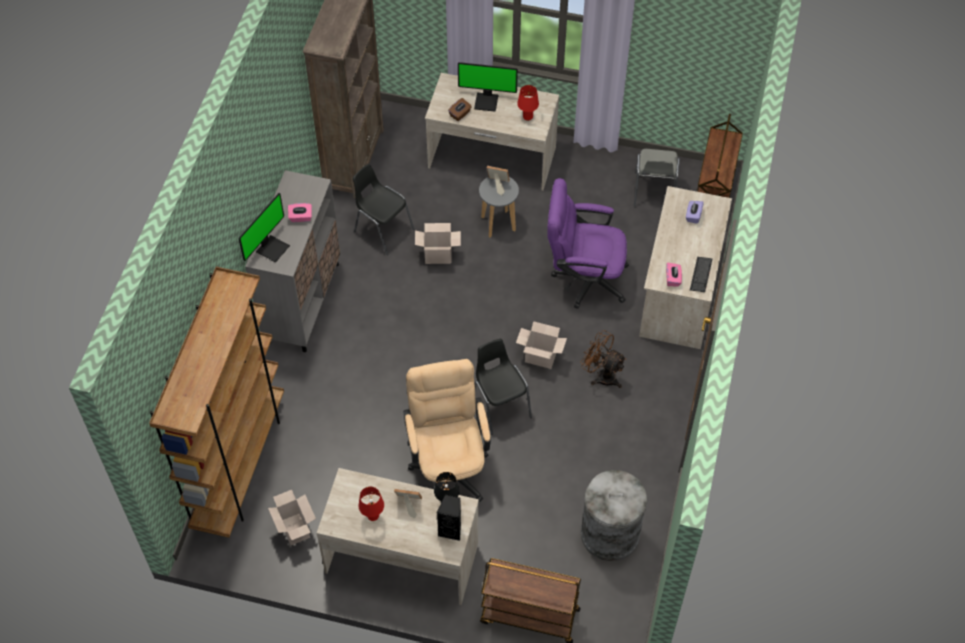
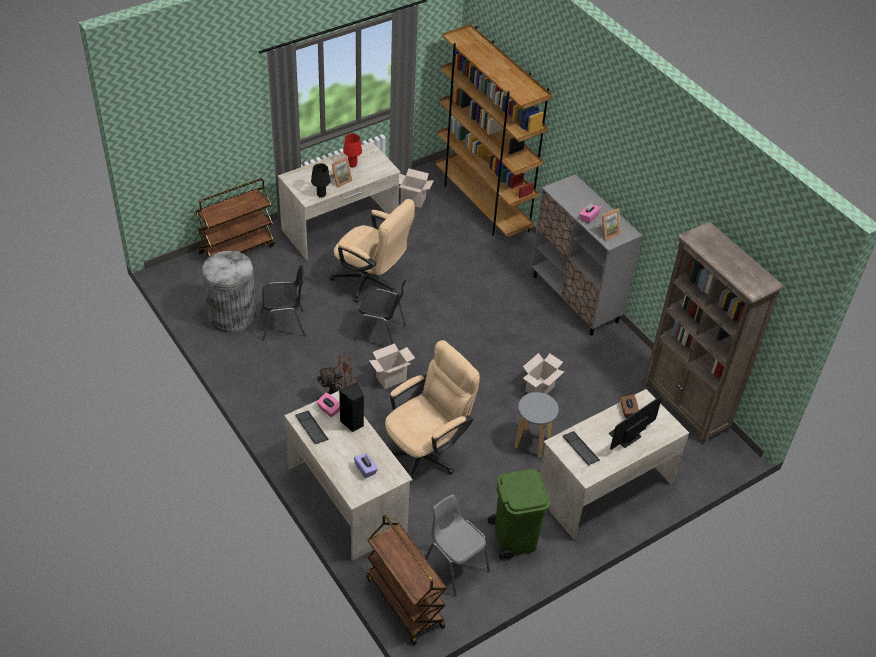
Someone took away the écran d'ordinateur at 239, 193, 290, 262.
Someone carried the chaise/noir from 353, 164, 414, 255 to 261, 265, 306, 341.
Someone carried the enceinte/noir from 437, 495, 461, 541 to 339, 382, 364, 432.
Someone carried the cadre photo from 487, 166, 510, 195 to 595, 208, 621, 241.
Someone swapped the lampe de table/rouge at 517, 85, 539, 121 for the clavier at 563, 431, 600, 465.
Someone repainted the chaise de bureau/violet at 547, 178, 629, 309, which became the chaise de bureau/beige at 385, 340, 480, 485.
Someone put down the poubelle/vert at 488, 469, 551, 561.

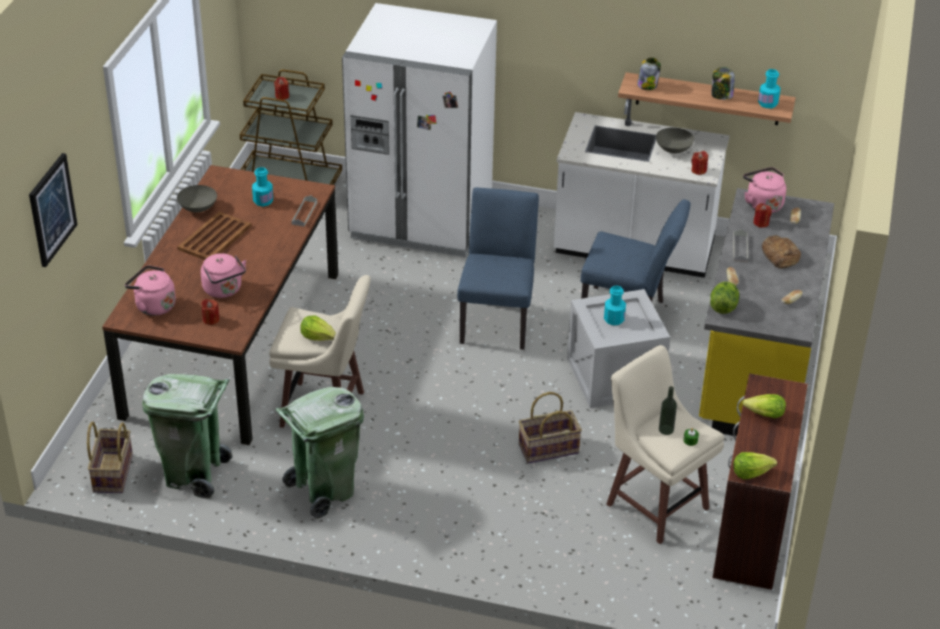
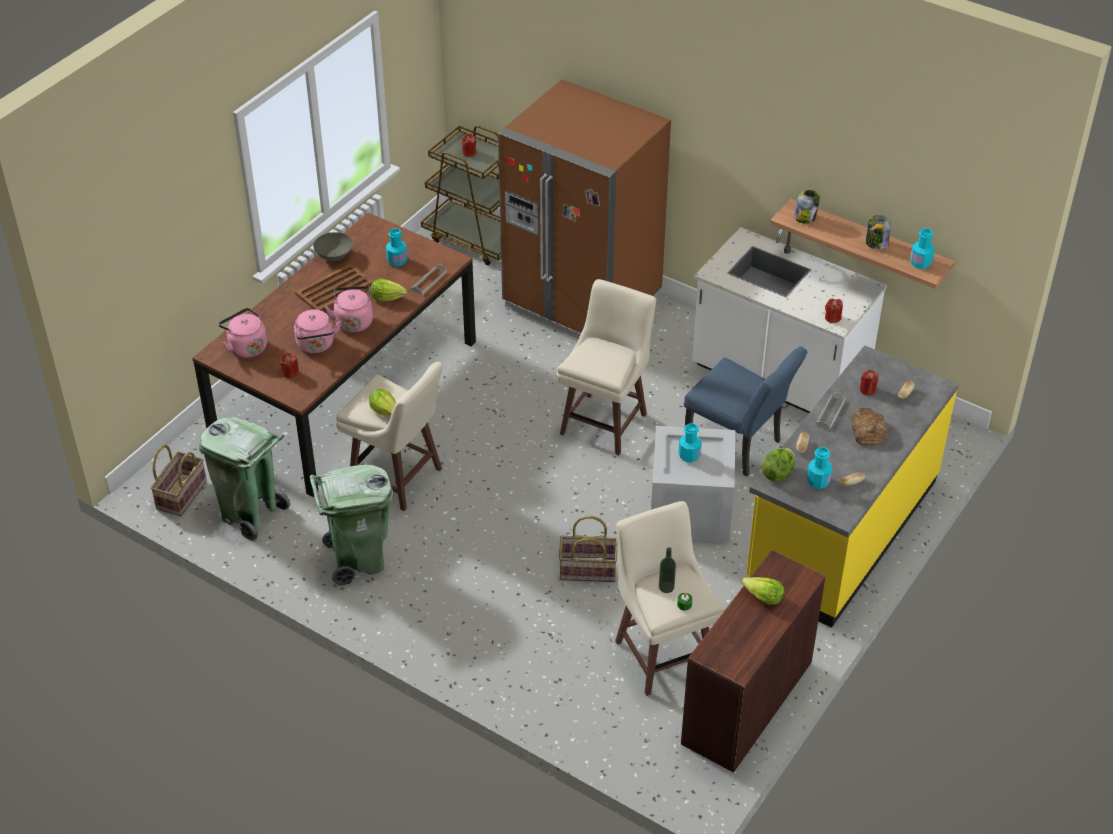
Someone took away the tableau at 29, 153, 78, 267.
Someone repainted the réfrigérateur/blanc at 342, 3, 497, 257, which became the réfrigérateur/marron at 498, 79, 671, 339.
Someone swapped the chaise/bleu at 457, 187, 539, 350 for the tabouret/beige at 556, 279, 656, 455.
Someone took away the bol/gris at 656, 128, 694, 153.
Someone carried the laitue from 733, 452, 777, 479 to 371, 279, 408, 301.
Someone carried the bouilloire/rose from 743, 167, 786, 213 to 325, 286, 373, 332.
Someone put down the bouteille/turquoise at 807, 447, 832, 489.

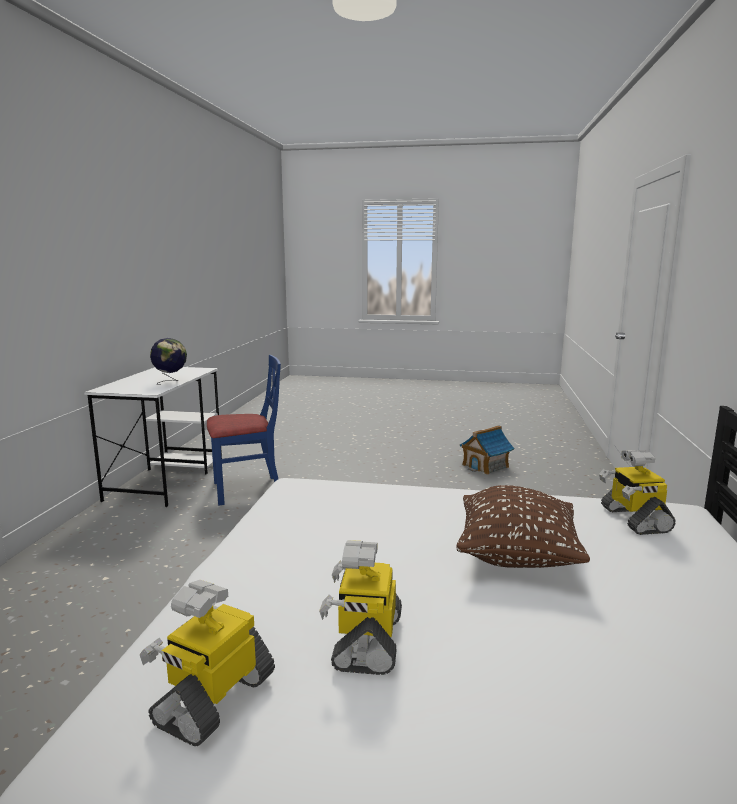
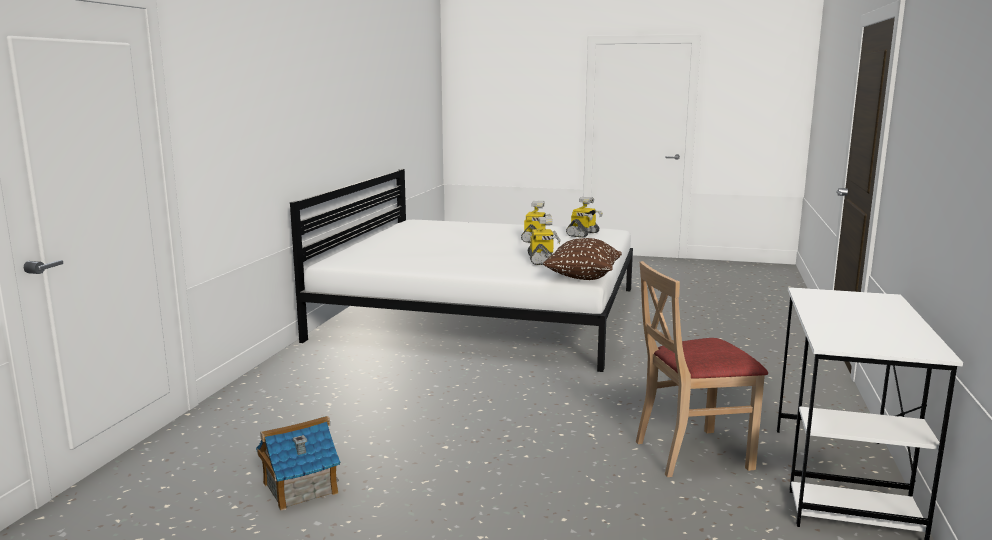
Someone took away the globe at 150, 338, 187, 385.
Someone repainted the chaise/bleu at 207, 355, 281, 506, which became the chaise/beige at 636, 261, 768, 477.
Someone carried the coussin/marron from 456, 485, 590, 568 to 543, 238, 622, 280.
Someone carried the robot jouet from 599, 450, 675, 535 to 528, 217, 561, 265.

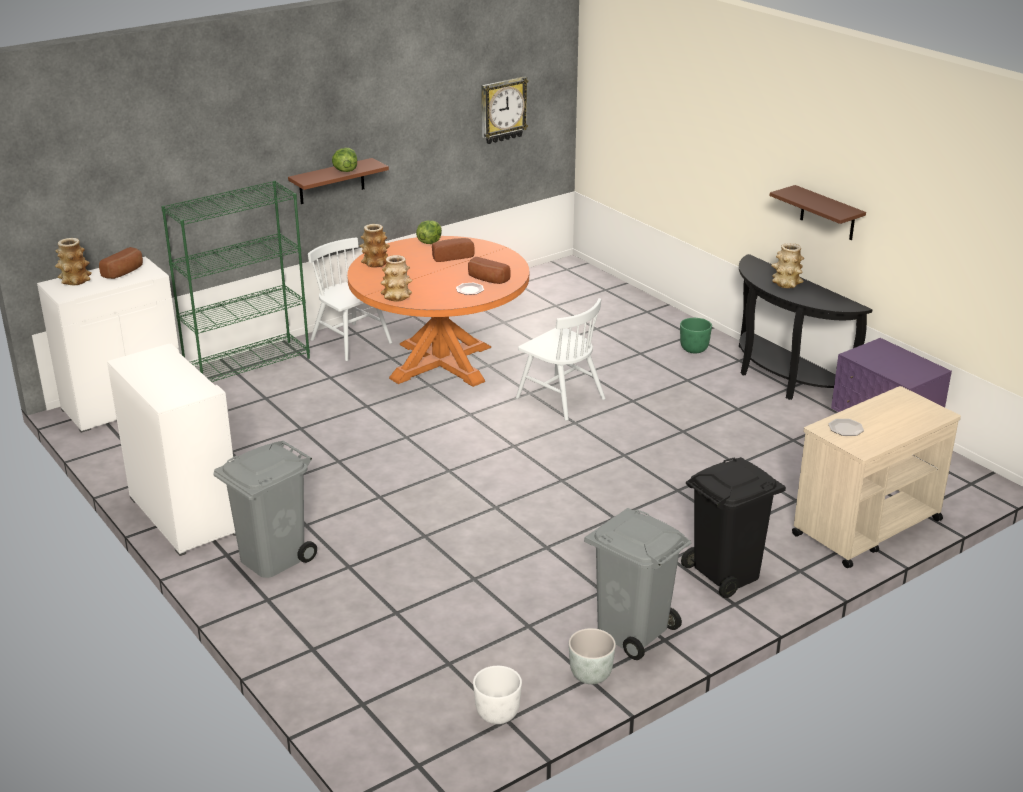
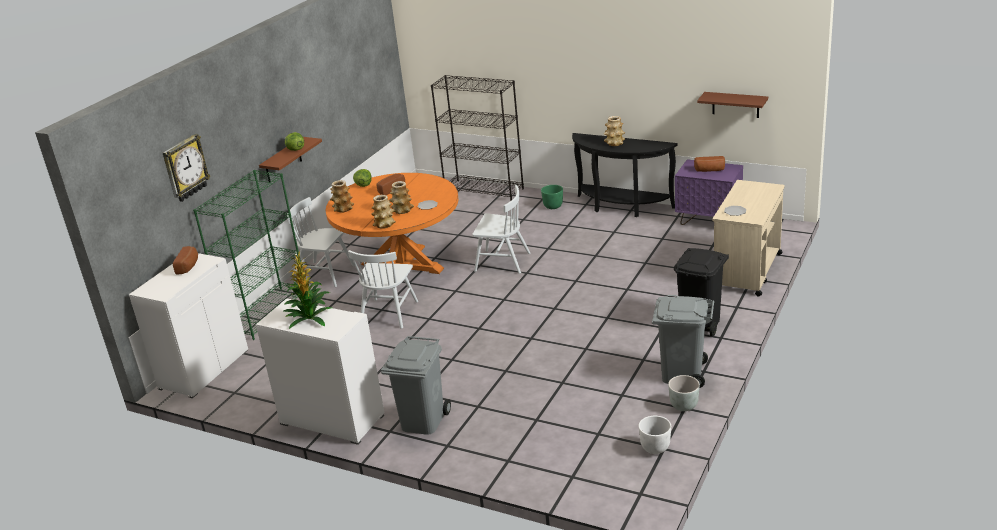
Someone carried the vase from 55, 238, 92, 285 to 389, 181, 414, 214.
Someone carried the pain from 468, 257, 511, 284 to 694, 156, 725, 172.
Someone carried the horloge murale from 481, 76, 529, 144 to 163, 134, 210, 202.
Someone carried the étagère/marron from 769, 185, 866, 240 to 697, 92, 768, 118.
Someone put down the plante en pot at 284, 251, 331, 329.
Someone put down the chaise/blanc at 348, 250, 418, 329.
Someone put down the bibliothèque/noir at 431, 75, 524, 201.

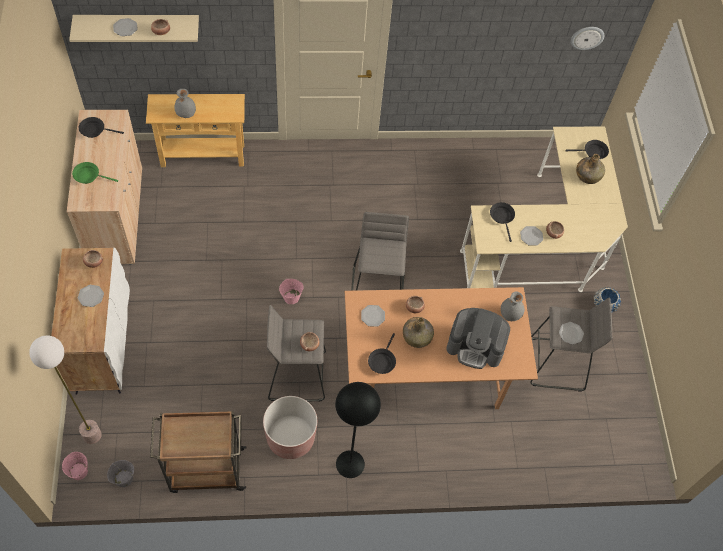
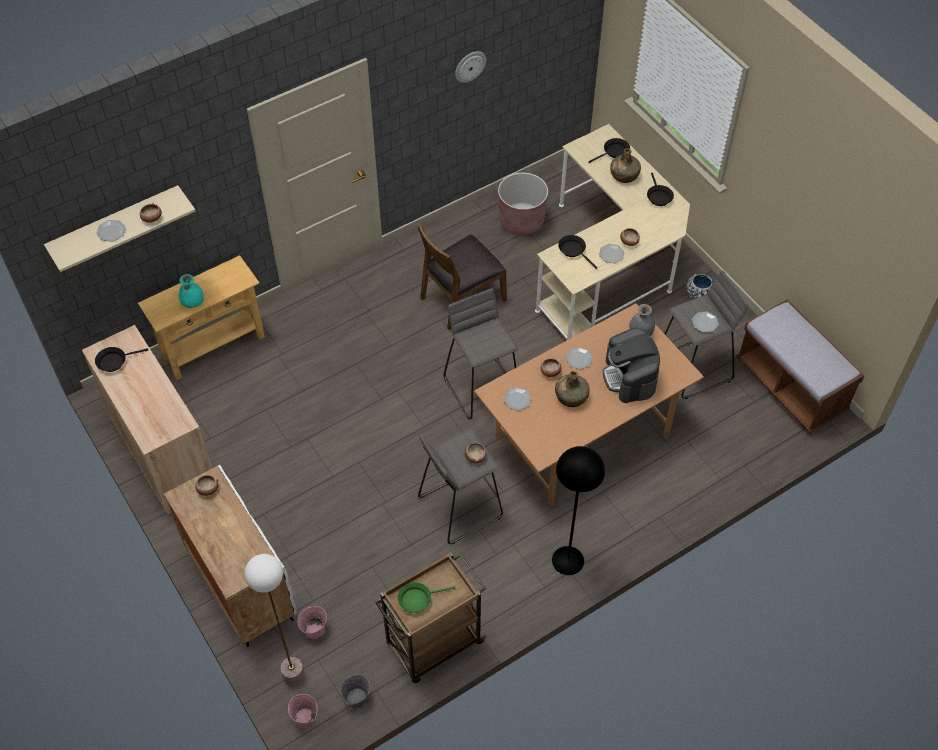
Someone carried the poêle/vert from 72, 162, 118, 184 to 398, 582, 455, 613.
Someone carried the assiette from 78, 285, 104, 307 to 565, 347, 593, 369.
Someone repainted the vase/gris at 174, 89, 196, 118, which became the vase/turquoise at 179, 274, 204, 308.
Someone carried the cache-pot/marron from 263, 396, 317, 459 to 498, 173, 548, 235.
Someone carried the seau/rose from 279, 279, 303, 304 to 298, 607, 327, 639.
Someone carried the poêle/noir from 368, 333, 396, 374 to 647, 173, 674, 206.
Someone rotated the machine à café at 446, 308, 510, 369 by 90 degrees clockwise.
Someone carried the horloge murale from 571, 27, 604, 50 to 455, 51, 487, 83.
Someone put down the chaise/marron at 417, 224, 507, 330.
Someone put down the banc/marron at 736, 299, 865, 433.

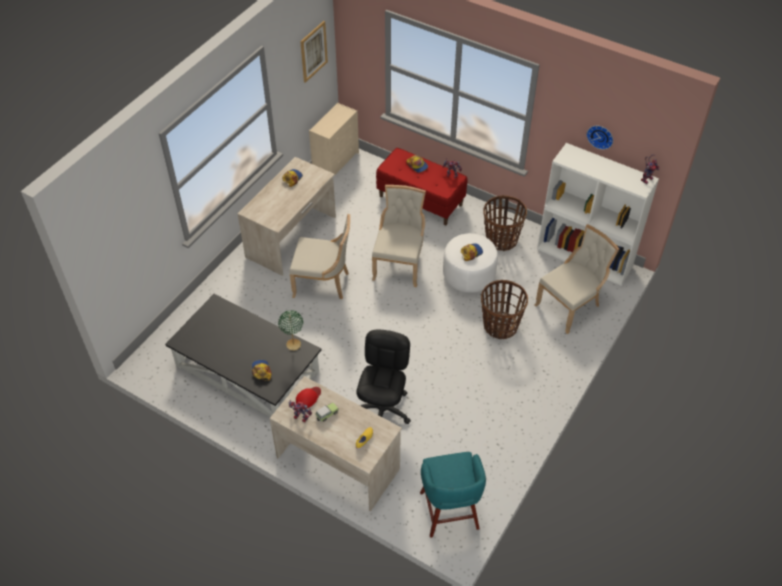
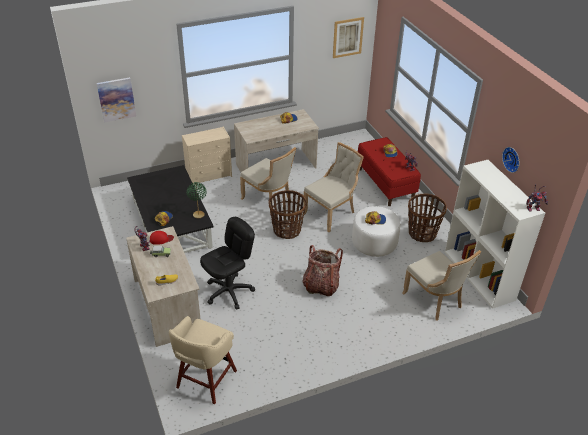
Someone carried the commode/beige from 309, 103, 359, 177 to 182, 127, 232, 184.
Someone repainted the tabouret/turquoise at 420, 452, 486, 538, which became the tabouret/beige at 169, 316, 237, 405.
Someone carried the panier from 481, 280, 528, 339 to 269, 190, 307, 239.
Someone rotated the chaise/beige at 535, 224, 619, 334 by 60 degrees clockwise.
Someone put up the tableau at 97, 77, 136, 123.
Someone put down the sac à dos at 303, 245, 343, 296.

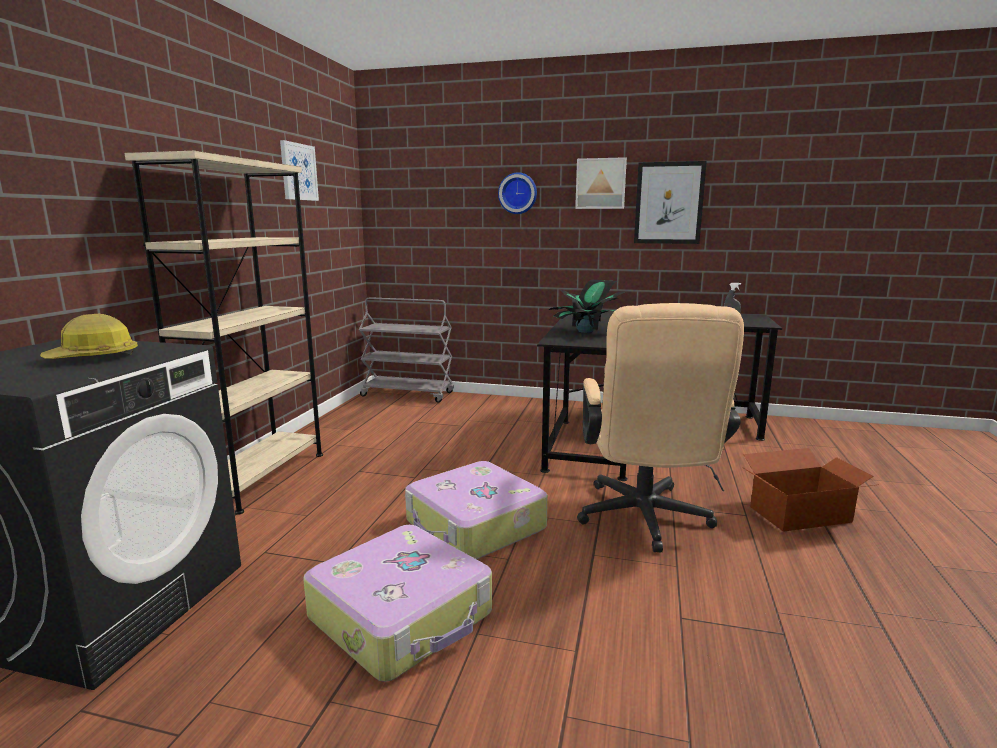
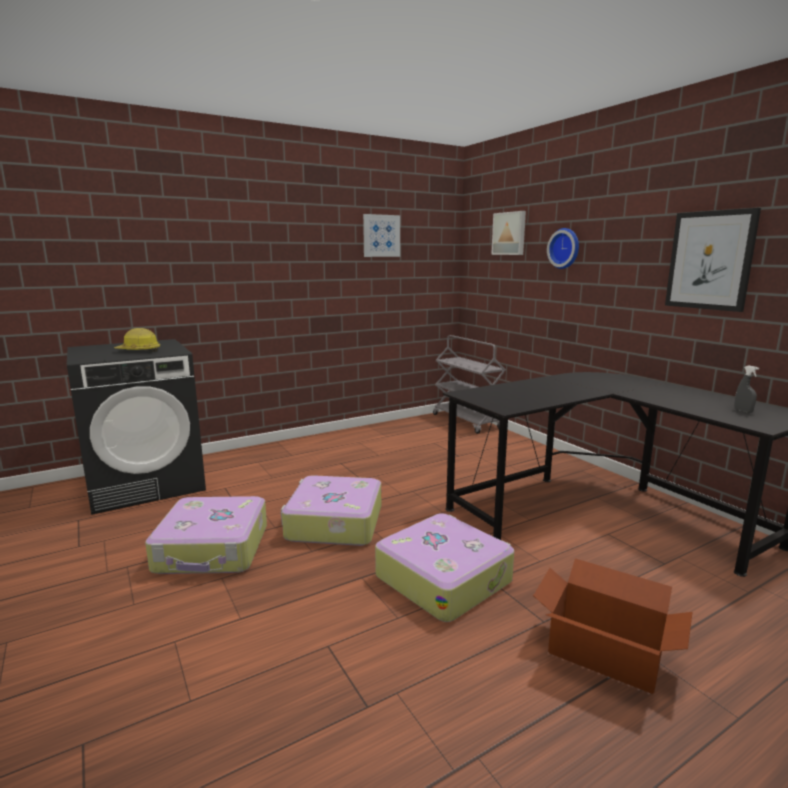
Someone took away the bibliothèque/beige at 125, 151, 323, 515.
Someone took away the plante en pot at 549, 280, 624, 333.
Someone carried the tableau from 575, 157, 627, 209 to 491, 211, 526, 255.
Someone swapped the chaise de bureau/beige at 577, 303, 744, 552 for the valise at 375, 513, 514, 622.

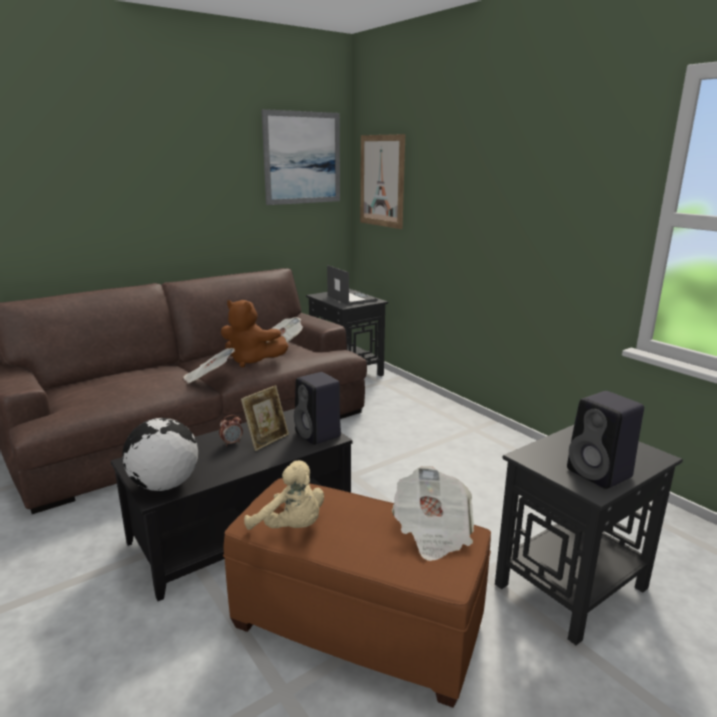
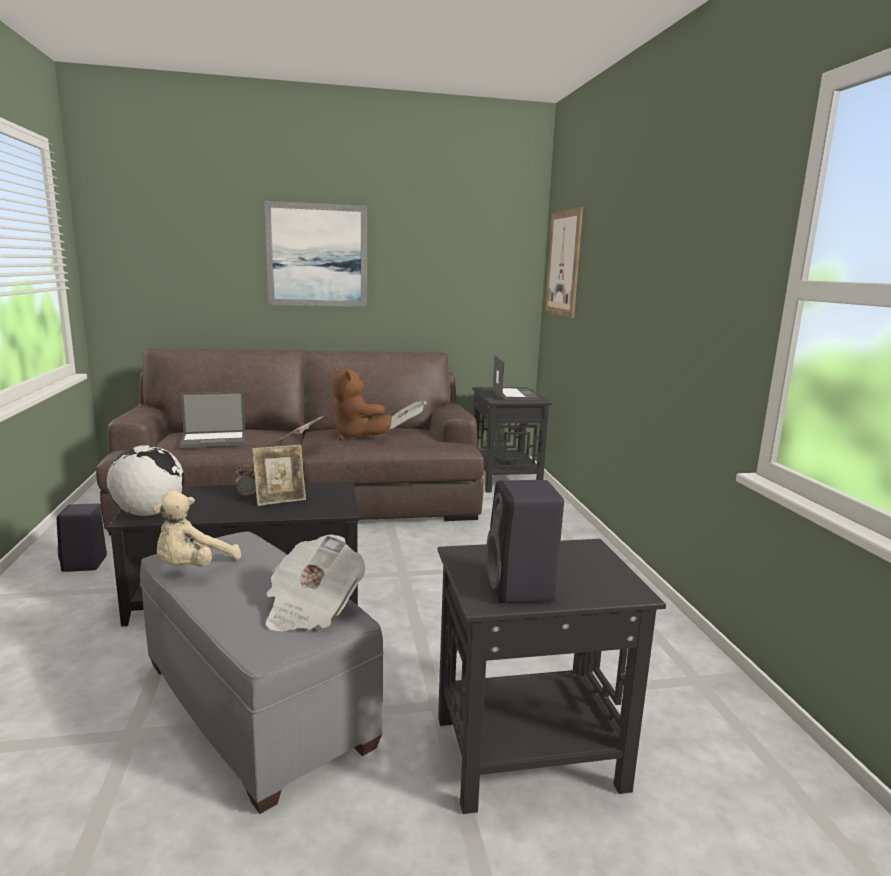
Someone repainted the pouf/marron at 223, 478, 491, 708, which became the pouf/gris at 140, 532, 384, 814.
Someone rotated the peluche/beige at 244, 460, 324, 530 by 60 degrees clockwise.
Someone carried the tableau from 261, 109, 340, 205 to 264, 201, 367, 307.
Someone carried the enceinte/noir from 294, 372, 341, 445 to 57, 503, 107, 572.
Someone put down the ordinateur portable at 179, 391, 245, 448.

